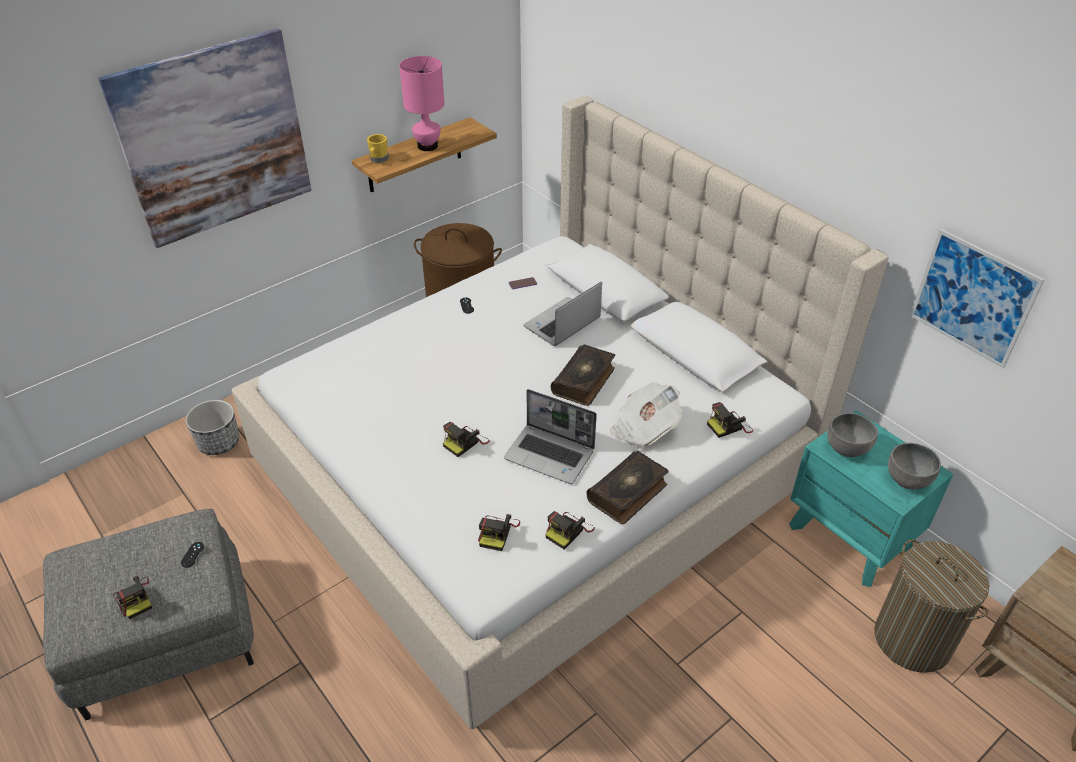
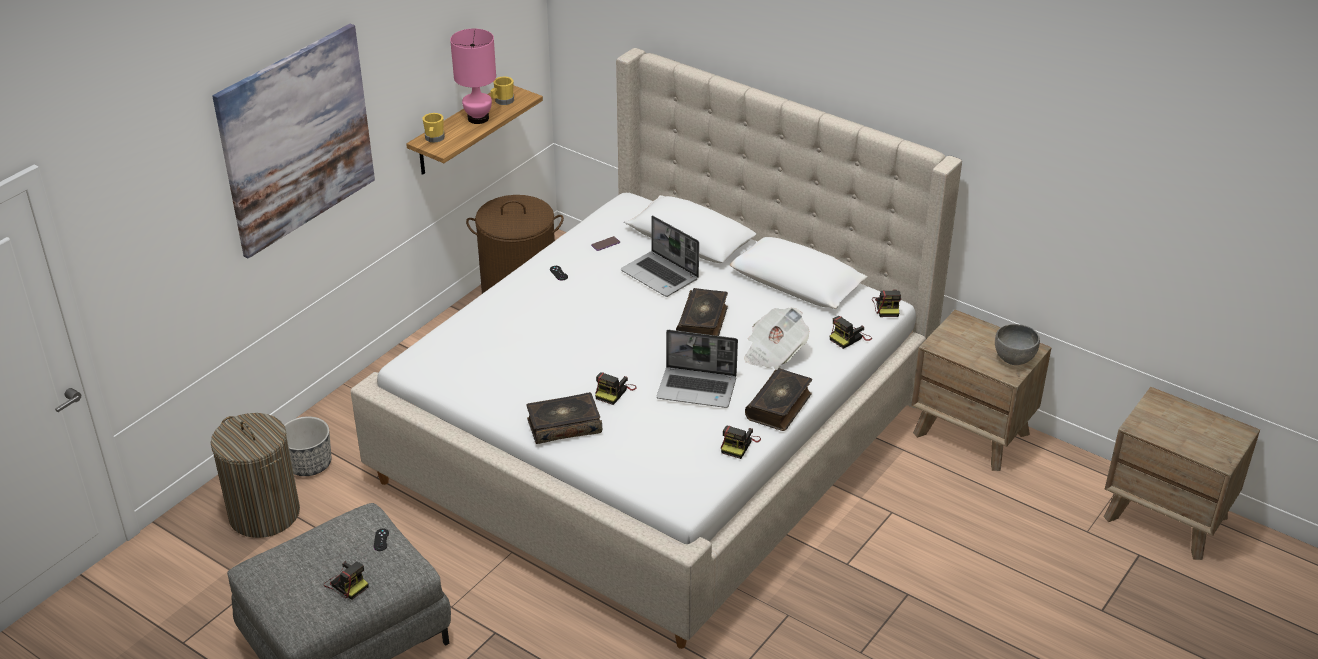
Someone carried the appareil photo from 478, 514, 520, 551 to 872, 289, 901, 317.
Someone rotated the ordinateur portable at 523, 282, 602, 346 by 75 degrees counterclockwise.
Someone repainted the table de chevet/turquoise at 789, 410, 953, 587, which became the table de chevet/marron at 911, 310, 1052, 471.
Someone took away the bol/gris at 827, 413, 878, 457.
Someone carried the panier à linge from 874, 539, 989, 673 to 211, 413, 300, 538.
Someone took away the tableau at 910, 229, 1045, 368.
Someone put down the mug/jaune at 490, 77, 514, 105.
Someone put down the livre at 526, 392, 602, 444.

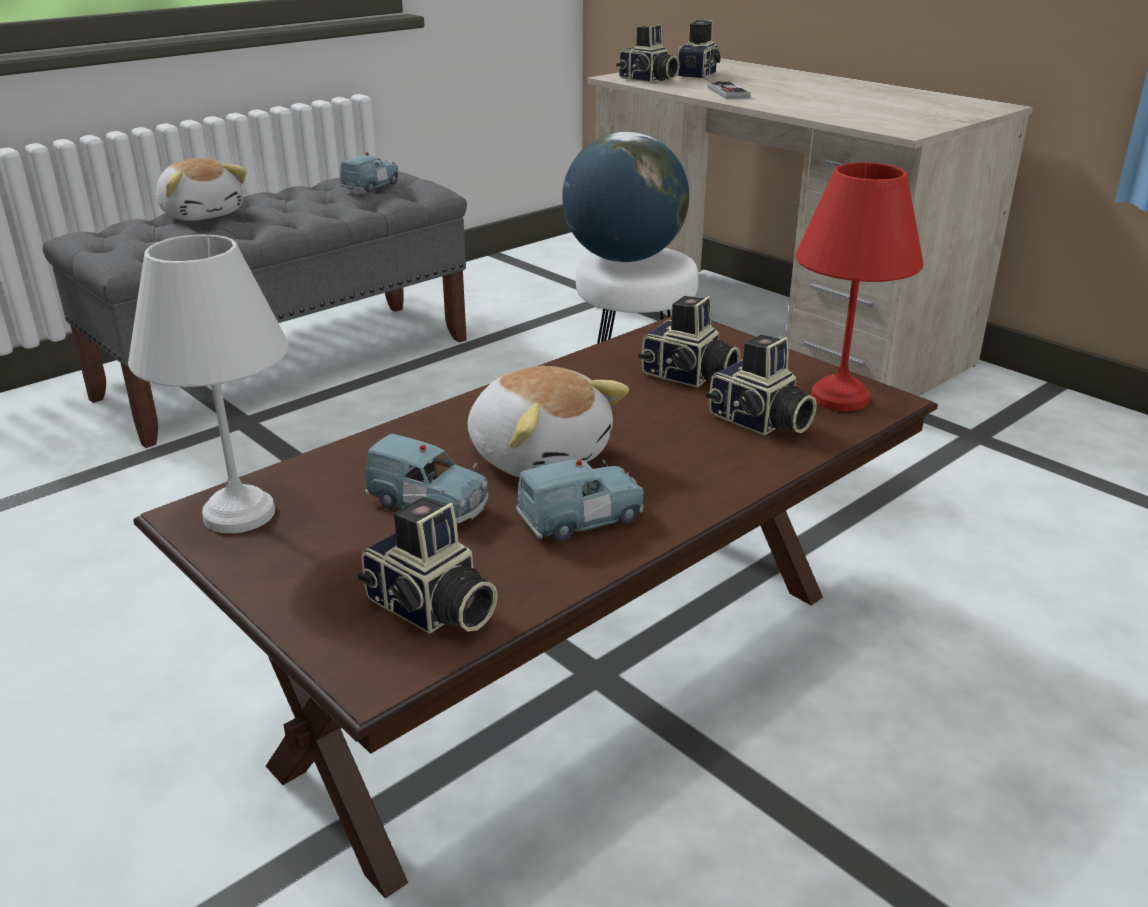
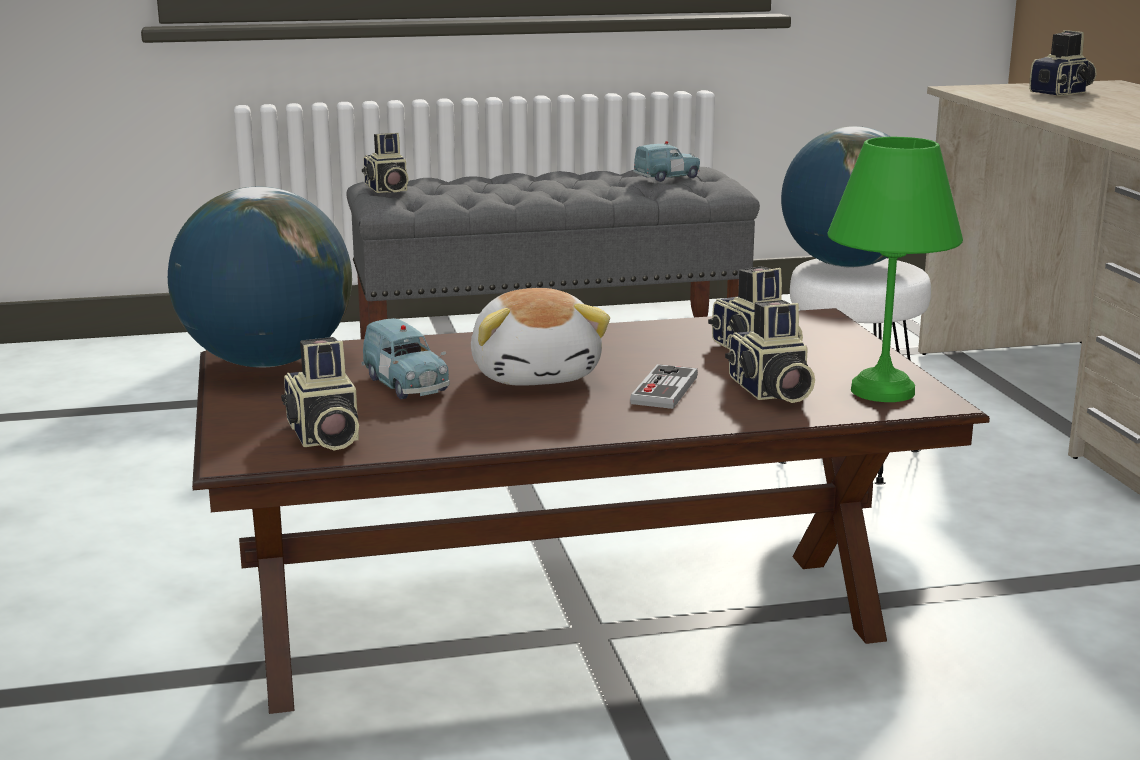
Someone swapped the lampe de table/blanc at 128, 234, 289, 533 for the globe at 168, 187, 352, 368.
Someone took away the peluche at 156, 158, 247, 221.
Someone took away the petite voiture/bleu at 516, 459, 644, 541.
Someone carried the appareil photo from 616, 24, 680, 83 to 362, 133, 409, 193.
Someone carried the manette from 707, 81, 751, 99 to 630, 364, 698, 409.
Someone repainted the lampe de table/rouge at 795, 162, 923, 411, which became the lampe de table/vert at 827, 137, 963, 402.

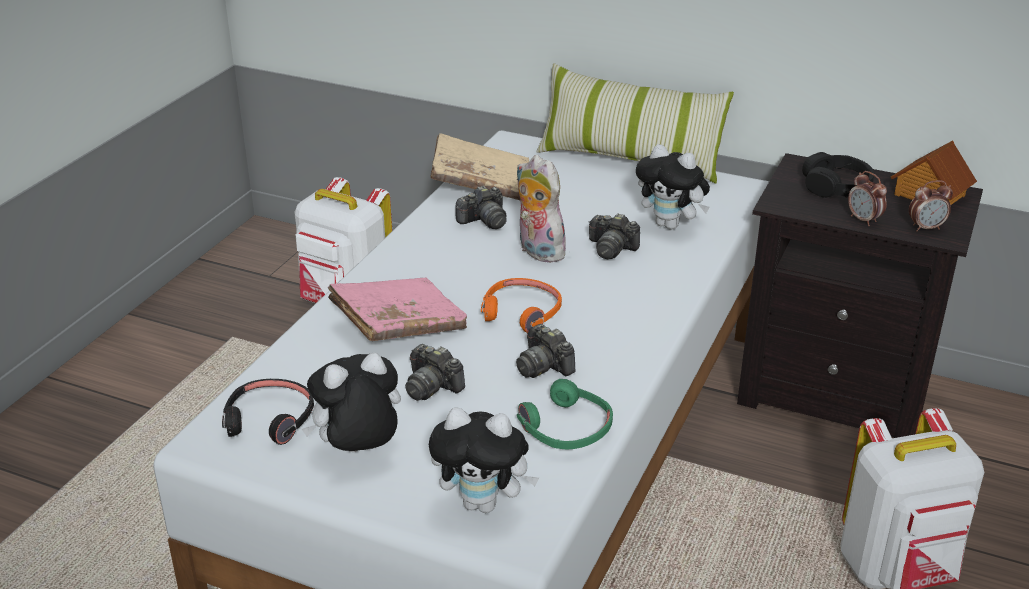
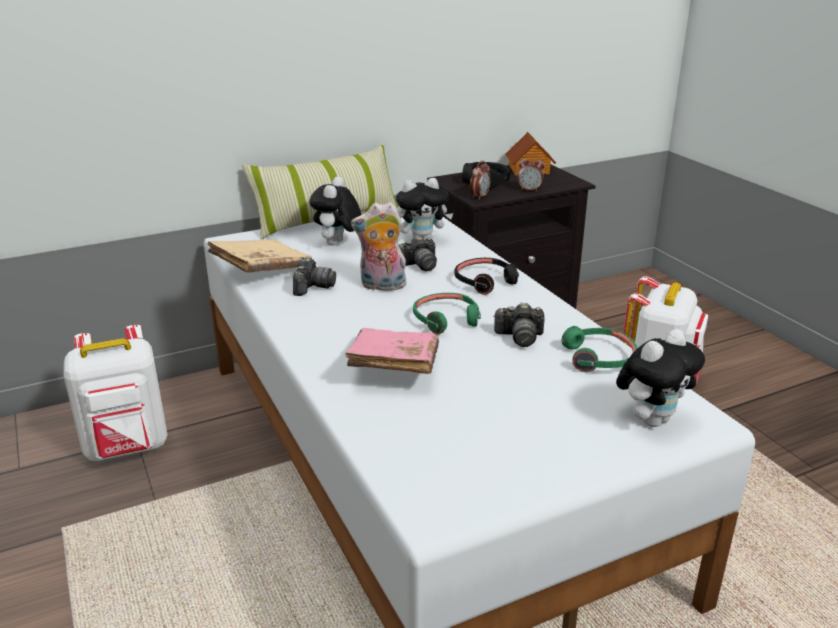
Someone carried the casque audio/noir from 222, 379, 314, 445 to 455, 258, 519, 295.
Someone carried the peluche from 302, 353, 401, 452 to 310, 176, 362, 246.
Someone took away the appareil photo at 405, 344, 465, 401.
Someone repainted the casque audio/orange at 481, 278, 562, 333, which became the casque audio/vert at 413, 293, 481, 335.
Someone carried the réveil from 909, 180, 953, 231 to 470, 161, 491, 200.

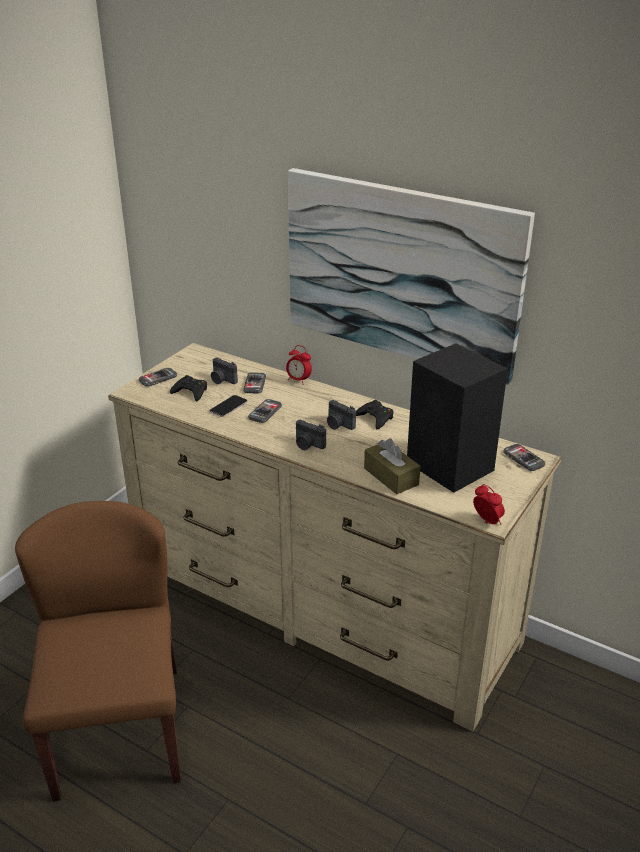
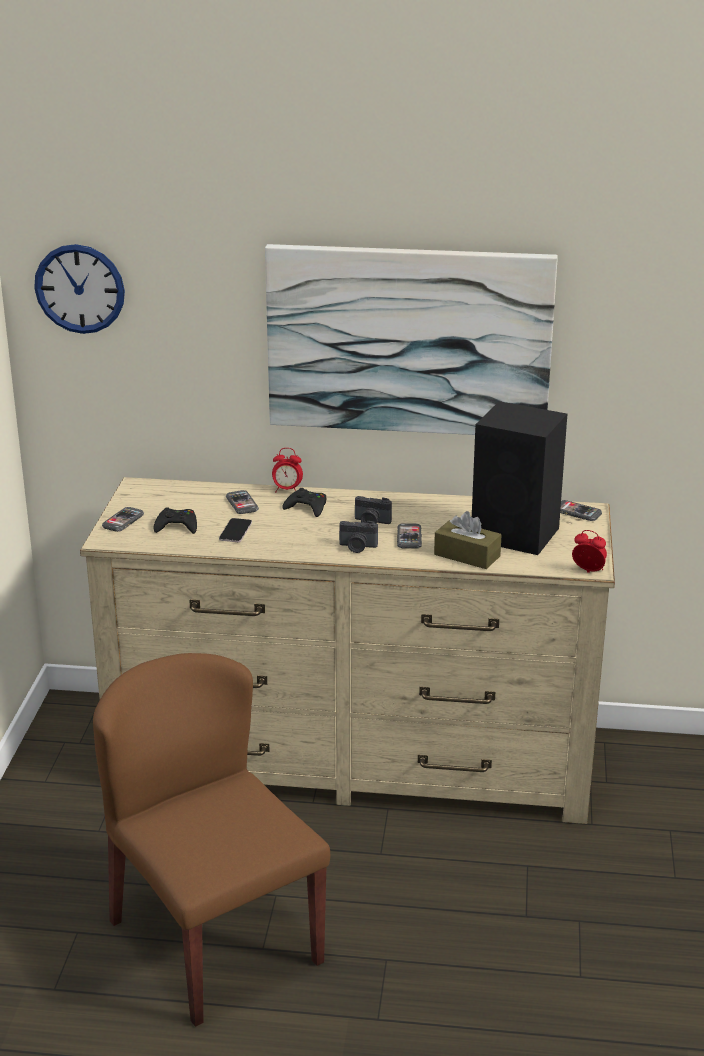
Someone took away the appareil photo at 211, 358, 238, 384.
Someone carried the téléphone from 248, 399, 282, 423 to 397, 523, 422, 549.
Someone carried the manette/noir from 356, 400, 394, 429 to 282, 488, 326, 517.
Someone put up the horloge murale at 34, 244, 125, 334.

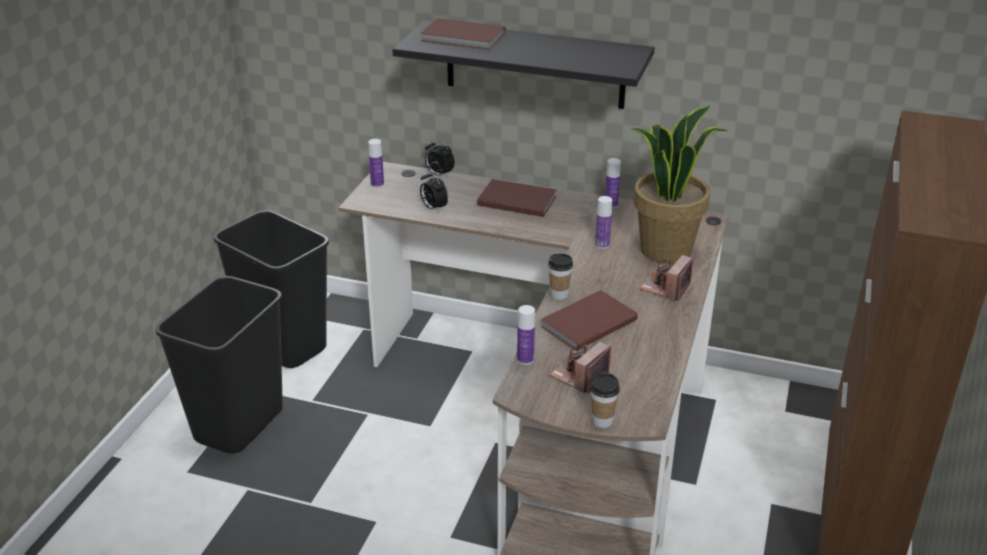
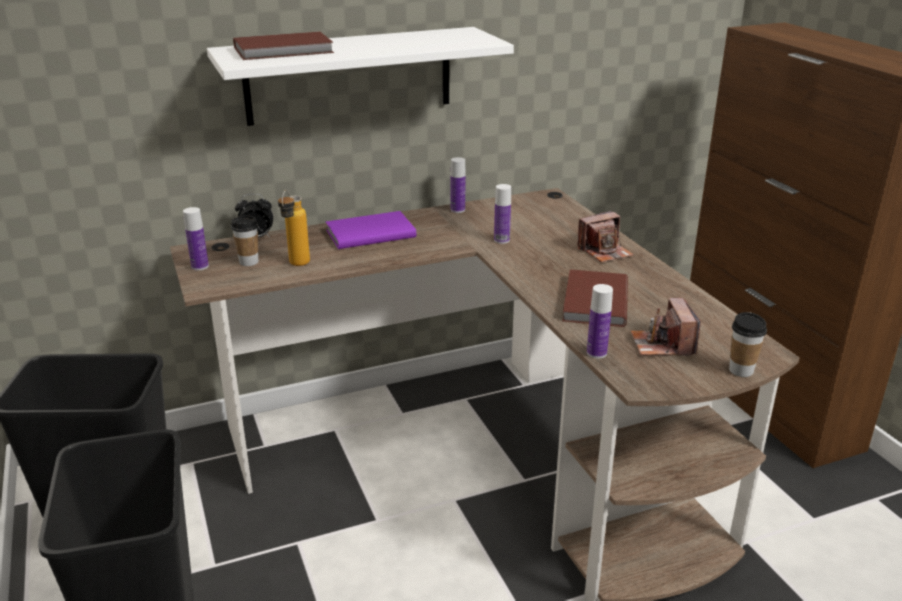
Someone repainted the étagère/noir at 392, 20, 655, 109, which became the étagère/blanc at 207, 27, 514, 126.
Someone swapped the réveil at 420, 170, 448, 212 for the bouteille at 278, 190, 310, 266.
Someone repainted the livre/marron at 477, 179, 557, 217, which became the livre/violet at 326, 211, 416, 249.
Someone carried the tasse from 548, 253, 573, 300 to 231, 216, 258, 266.
Someone took away the plante en pot at 631, 106, 728, 264.
Someone rotated the appareil photo at 640, 255, 693, 301 by 105 degrees counterclockwise.

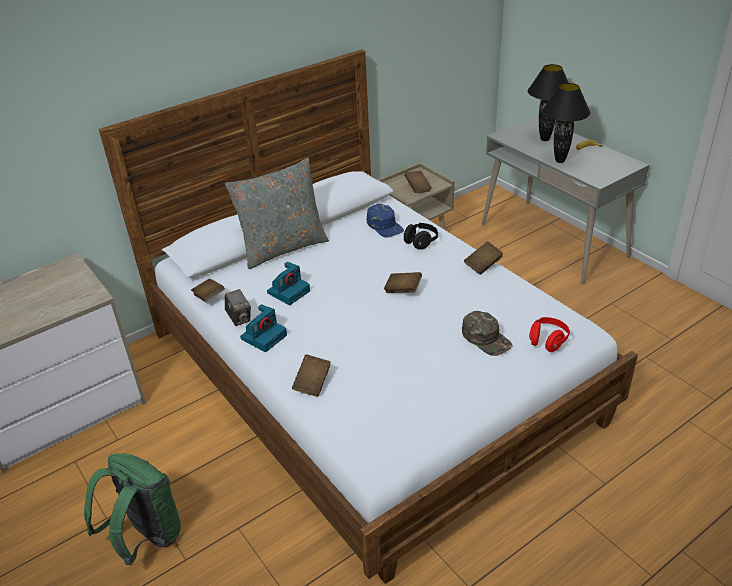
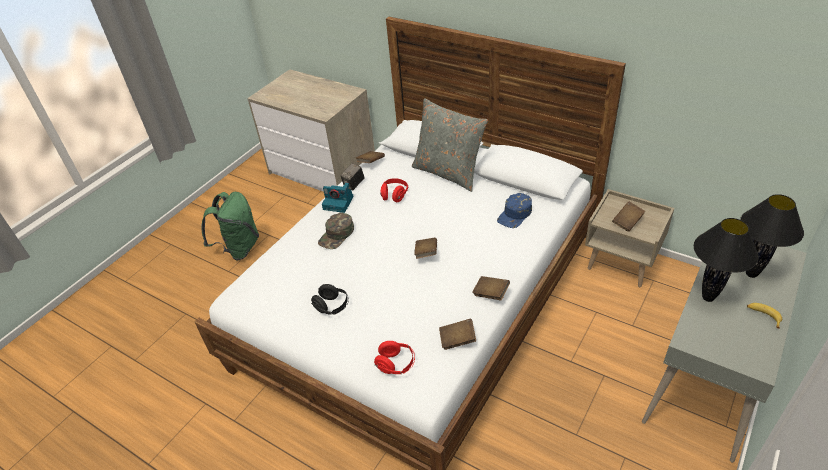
Someone swapped the appareil photo at 267, 262, 310, 305 for the casque audio/rouge at 380, 178, 408, 202.
Someone carried the livre/marron from 292, 355, 331, 397 to 439, 318, 476, 350.
Someone carried the casque audio/noir from 404, 223, 438, 250 to 311, 284, 349, 315.
Someone carried the casquette/vert from 462, 311, 513, 356 to 318, 213, 354, 249.

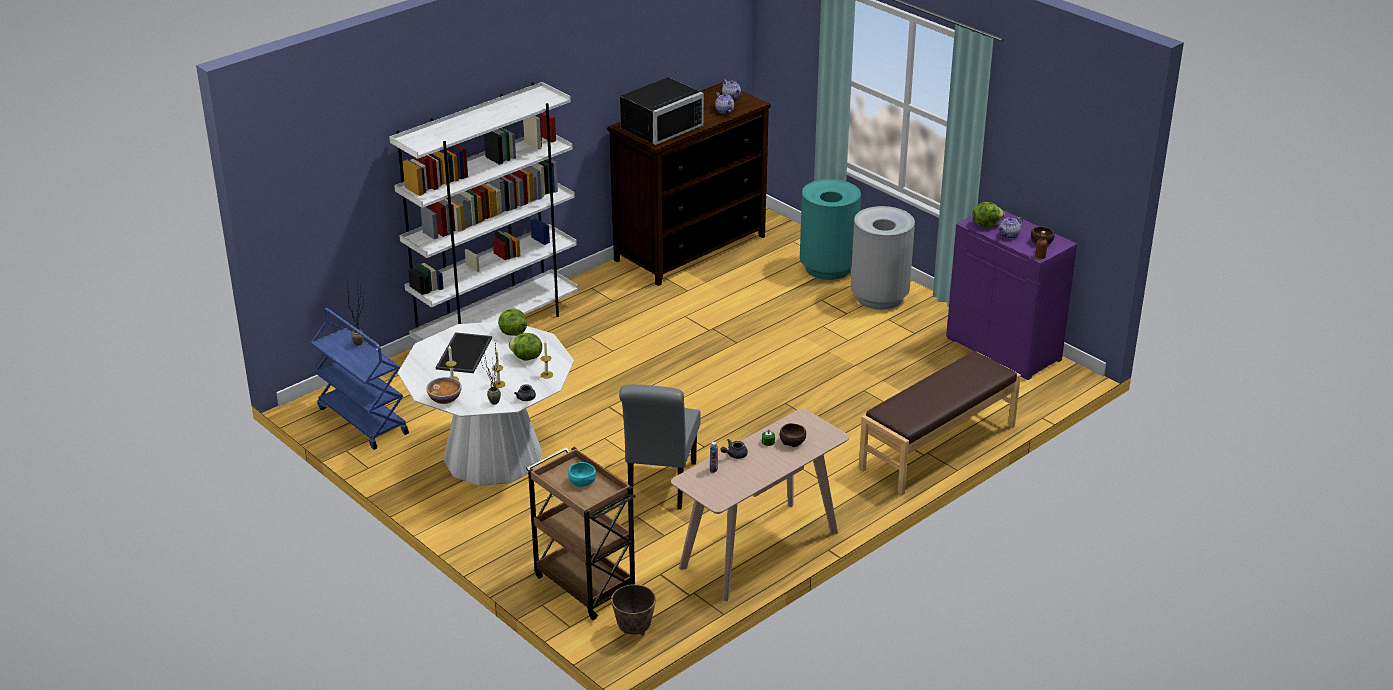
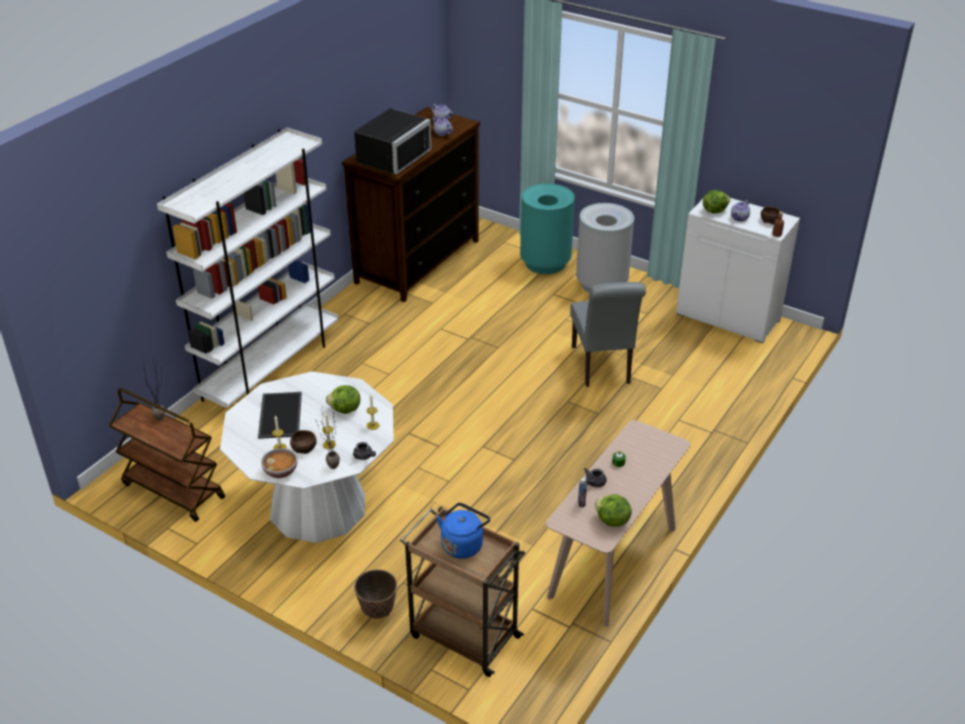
Someone repainted the chariot/bleu at 311, 308, 409, 450, which became the chariot/marron at 109, 388, 225, 522.
Someone carried the laitue from 498, 308, 527, 336 to 595, 494, 632, 527.
Someone swapped the bol/turquoise at 568, 462, 596, 487 for the bouilloire/bleu at 437, 503, 490, 559.
Someone carried the cache-pot from 611, 584, 656, 635 to 354, 569, 398, 619.
Someone carried the chaise/gris from 619, 384, 701, 510 to 570, 282, 646, 387.
Someone carried the bol/marron from 780, 423, 806, 447 to 290, 430, 317, 454.
Someone took away the banc/marron at 859, 351, 1021, 495.
Someone repainted the meuble de rangement/violet at 946, 210, 1077, 380, which became the meuble de rangement/blanc at 676, 198, 800, 343.

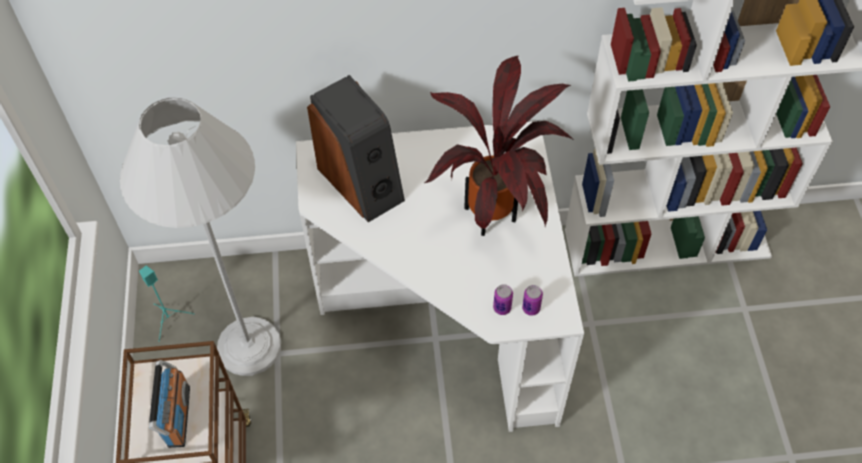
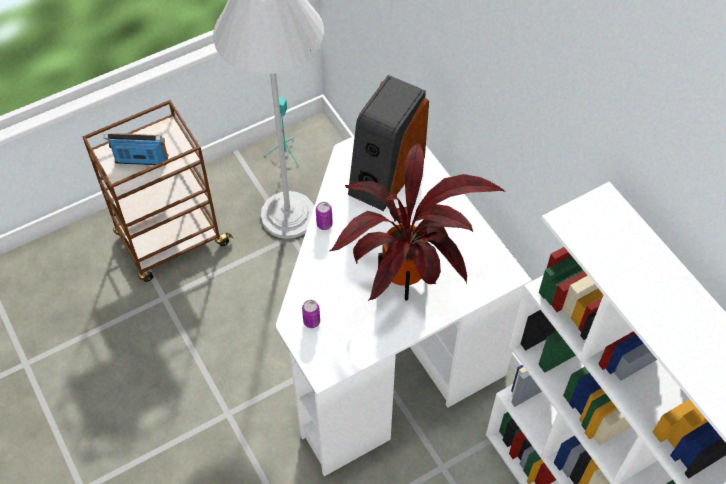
Someone rotated the radio at 149, 360, 190, 448 by 150 degrees counterclockwise.
Someone carried the boîte métallique from 522, 285, 543, 316 to 316, 202, 333, 230.

